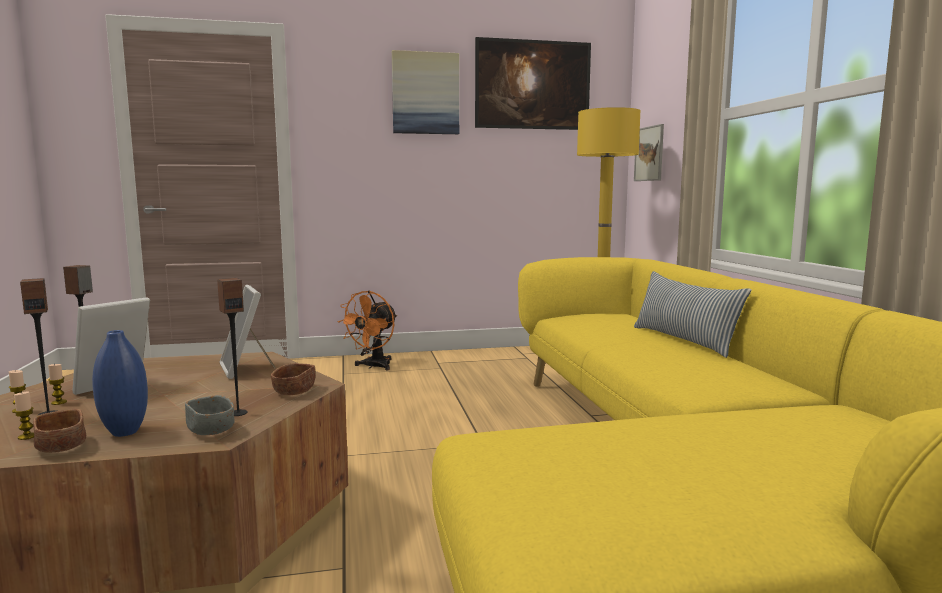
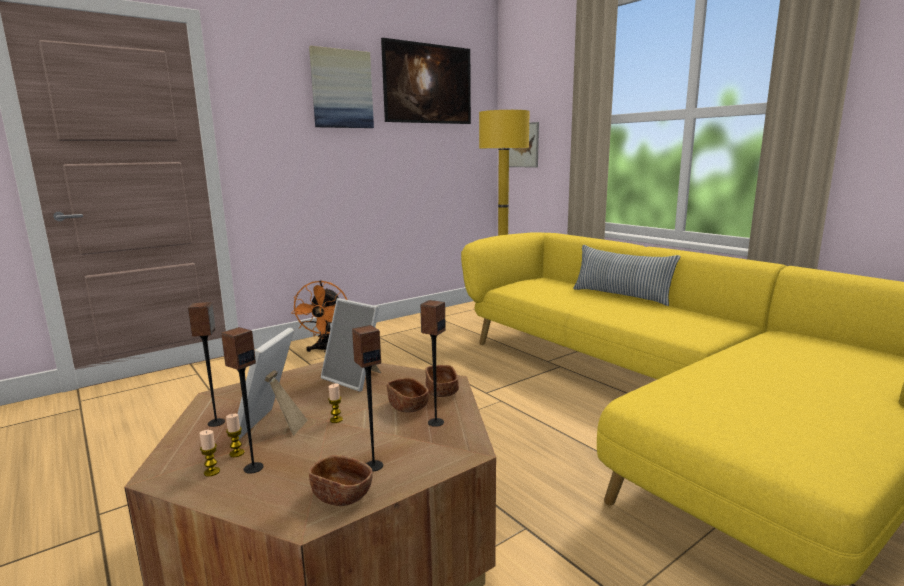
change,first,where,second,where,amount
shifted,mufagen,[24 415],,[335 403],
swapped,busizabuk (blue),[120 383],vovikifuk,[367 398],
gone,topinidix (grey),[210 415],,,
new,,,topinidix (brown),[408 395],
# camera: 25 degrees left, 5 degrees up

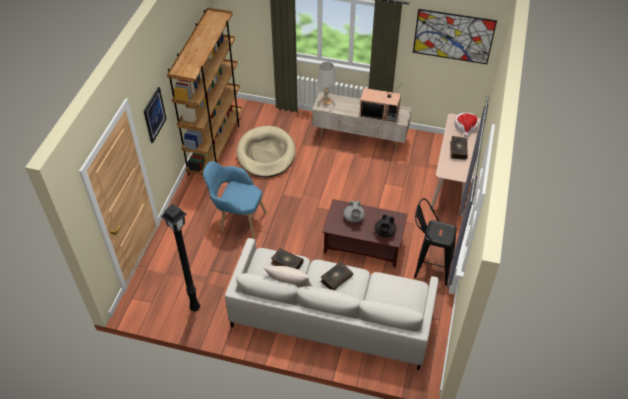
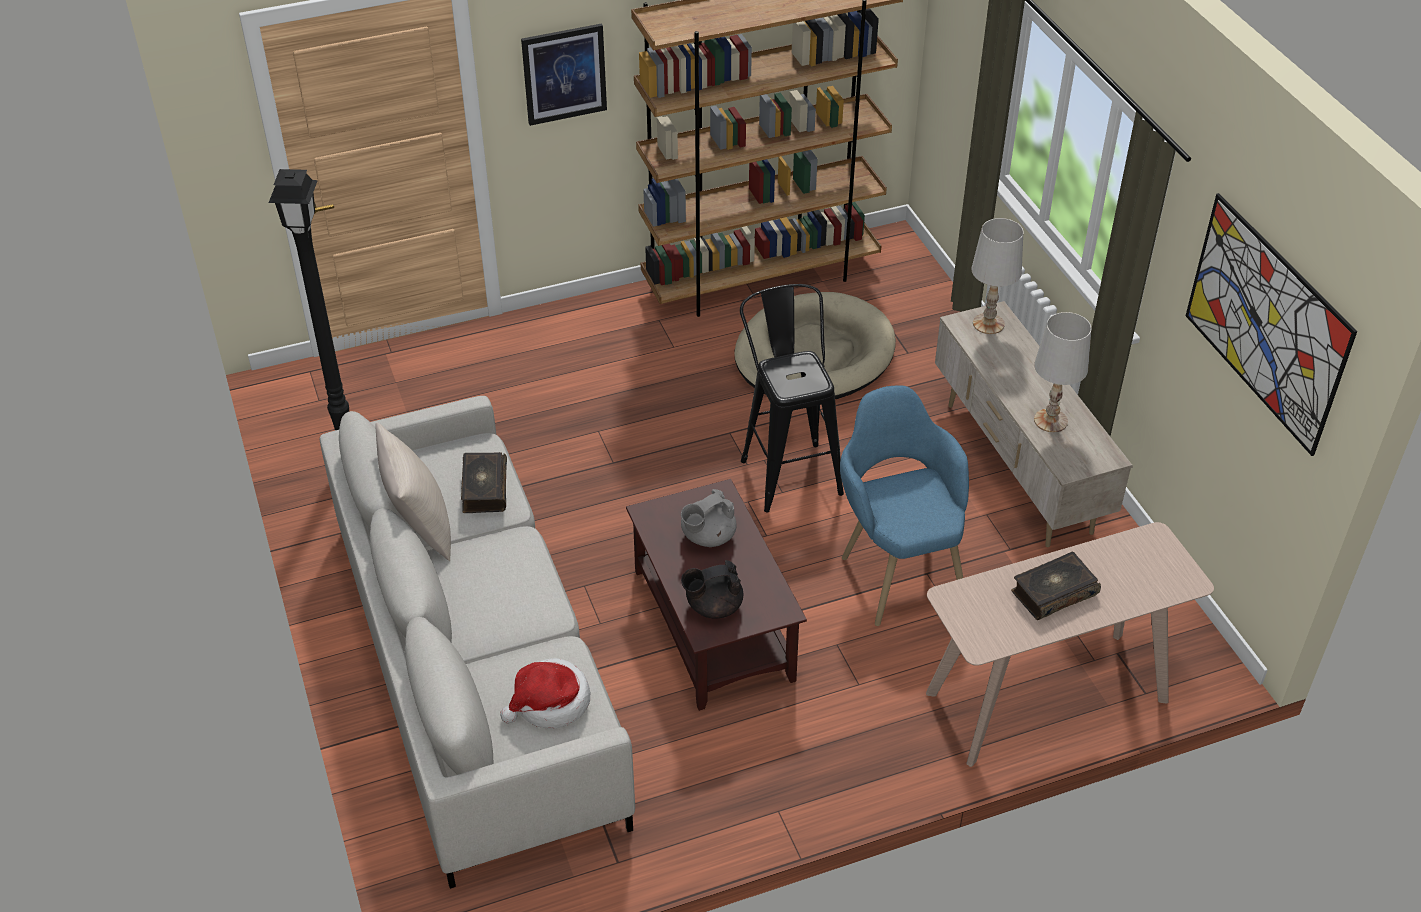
change,first,where,second,where,amount
shifted,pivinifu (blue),[235 200],,[904 506],
gone,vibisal,[337 276],,,
swapped,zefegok,[381 101],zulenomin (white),[1062 372],
shifted,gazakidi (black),[435 242],,[792 398],
shifted,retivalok,[466 125],,[545 693],
# camera: 55 degrees right, 5 degrees down

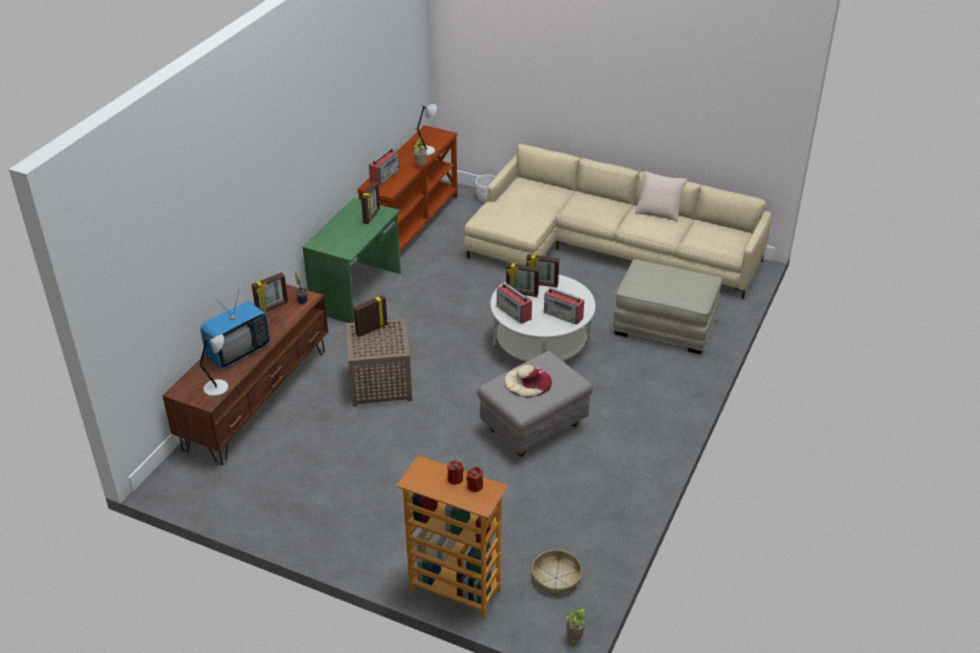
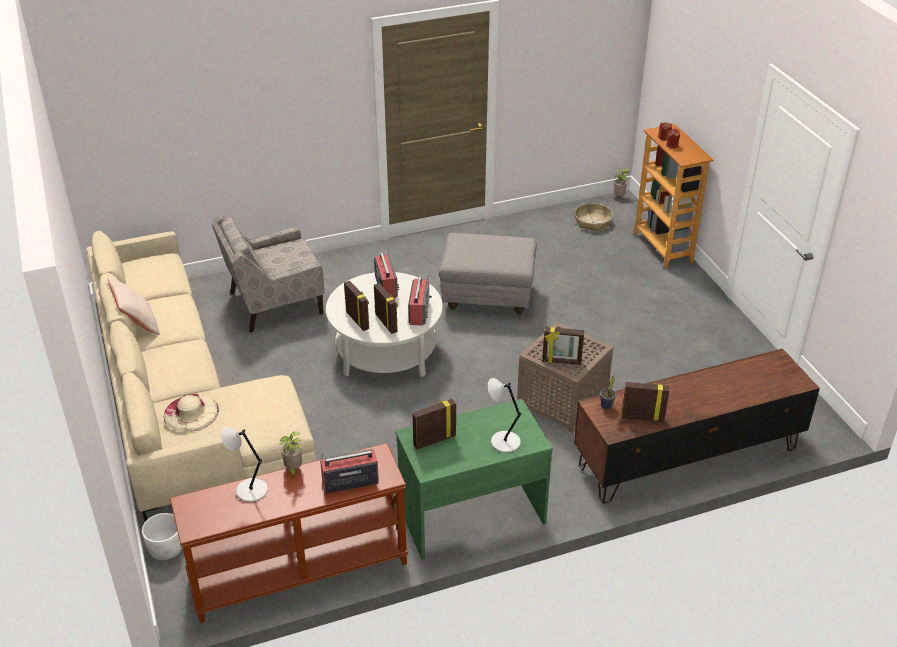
change,first,where,second,where,amount
shifted,zulenomin (grey),[213 365],,[504 415],
gone,zefegok,[235 330],,,
shifted,retivalok (beige),[528 381],,[191 413],
swapped,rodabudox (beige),[667 306],pivinifu (beige),[268 274],
# camera: 135 degrees left, 0 degrees up

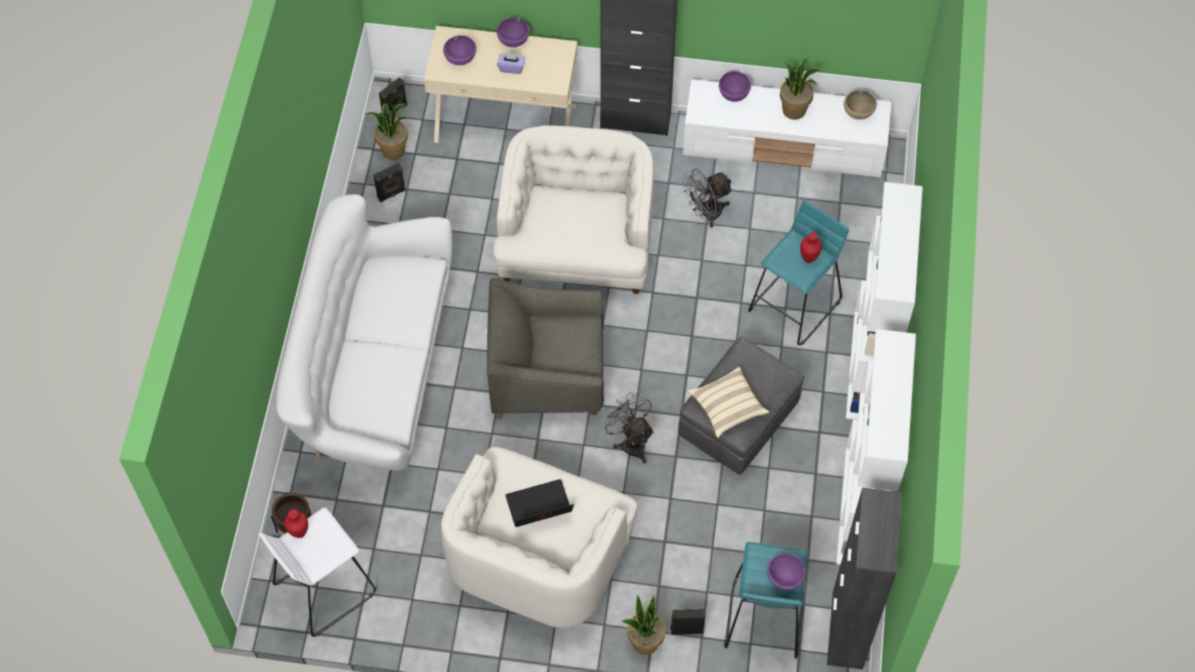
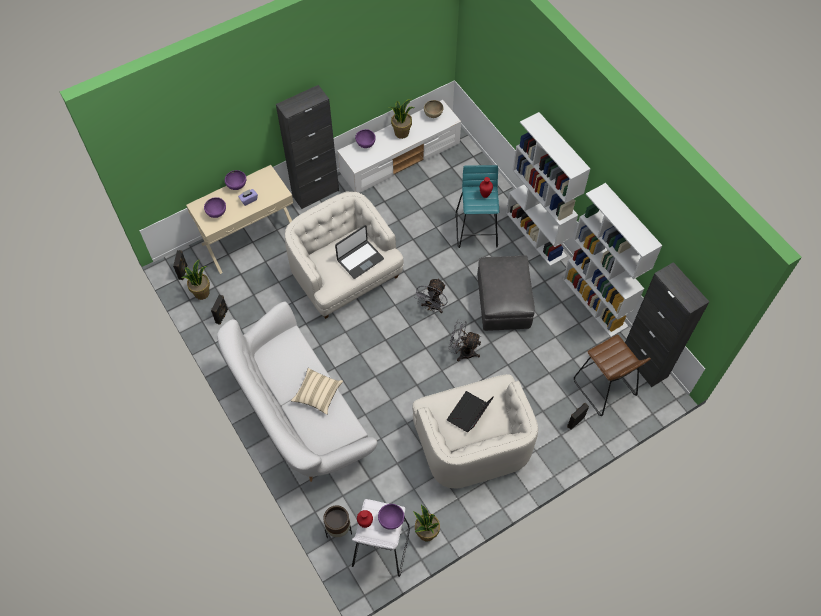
change,first,where,second,where,amount
gone,pivinifu (grey),[545 348],,,
shifted,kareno,[643 624],,[426 523],
shifted,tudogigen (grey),[707 198],,[430 295],
shifted,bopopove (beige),[728 402],,[317 391],
repainted,gazakidi (turquoise),[765 600],gazakidi (brown),[612 375],
shifted,topinidix (purple),[786 571],,[391 517],
new,,,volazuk,[359 252],
# camera: 40 degrees left, 0 degrees up

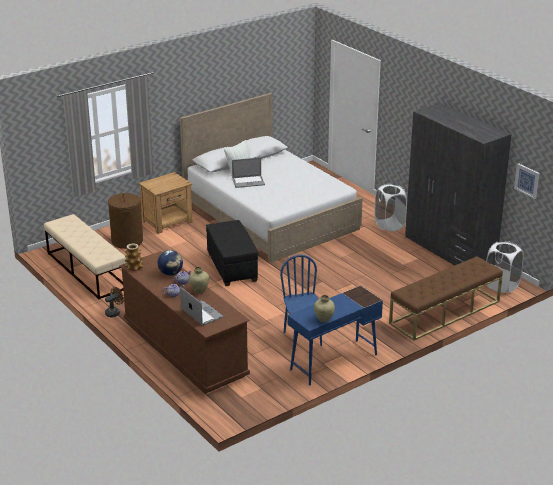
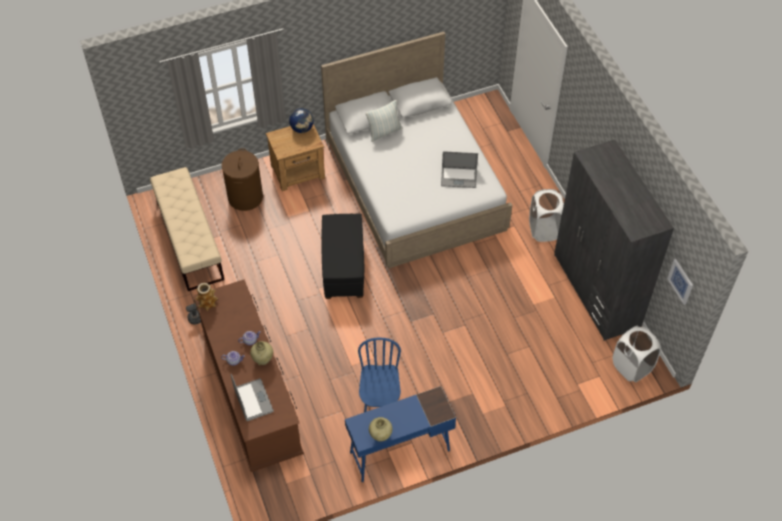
change,first,where,second,where,amount
shifted,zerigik,[170 262],,[301 121],
shifted,volazuk,[248 172],,[459 169],
gone,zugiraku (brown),[446 298],,,
# camera: 15 degrees right, 25 degrees up

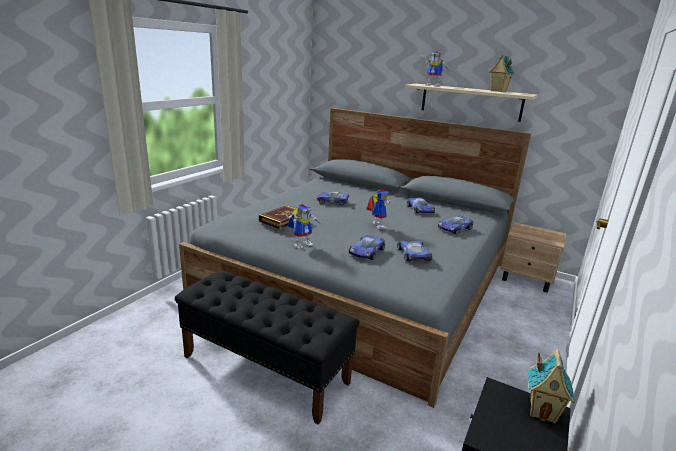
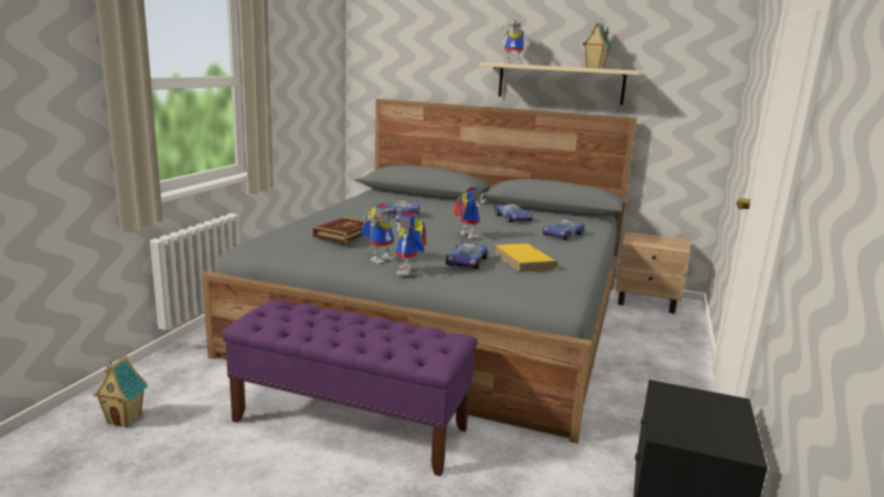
change,first,where,second,where,amount
repainted,zugiraku (black),[267 347],zugiraku (purple),[349 387],
swapped,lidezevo,[414 250],vibisal (yellow),[526 258],
shifted,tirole,[551 386],,[120 391],
new,,,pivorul,[411 244],
# camera: 10 degrees left, 5 degrees down

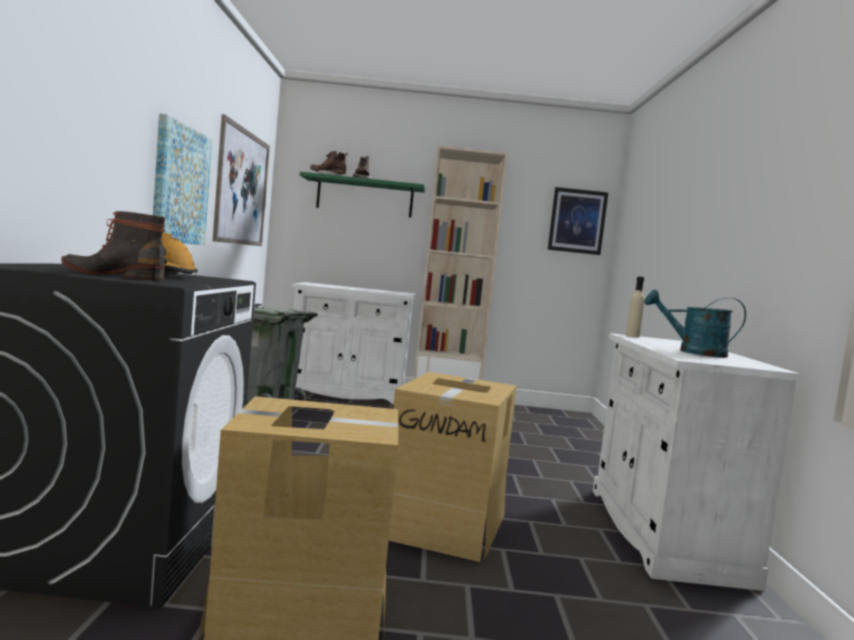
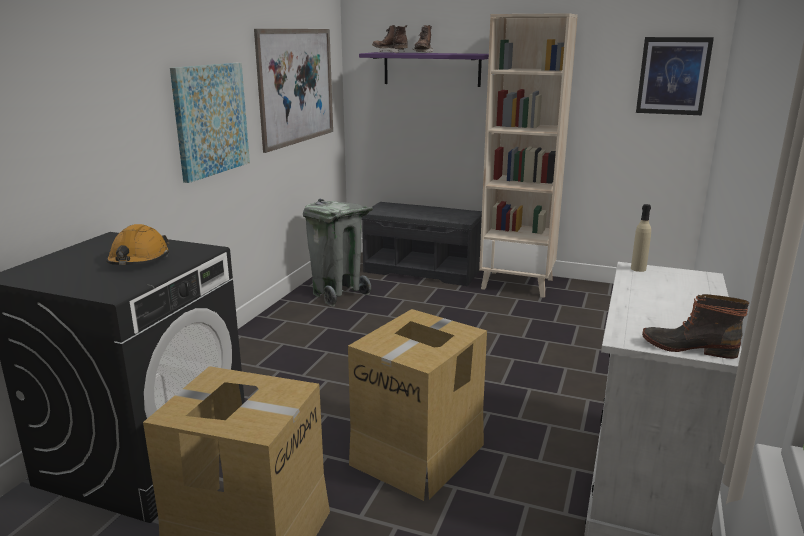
change,first,where,second,where,amount
shifted,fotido,[113 246],,[695 326],
swapped,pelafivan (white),[354 343],zugiraku (grey),[422 244],
repainted,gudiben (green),[362 195],gudiben (purple),[424 69],
gone,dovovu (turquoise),[695 323],,,
# camera: 20 degrees right, 15 degrees up

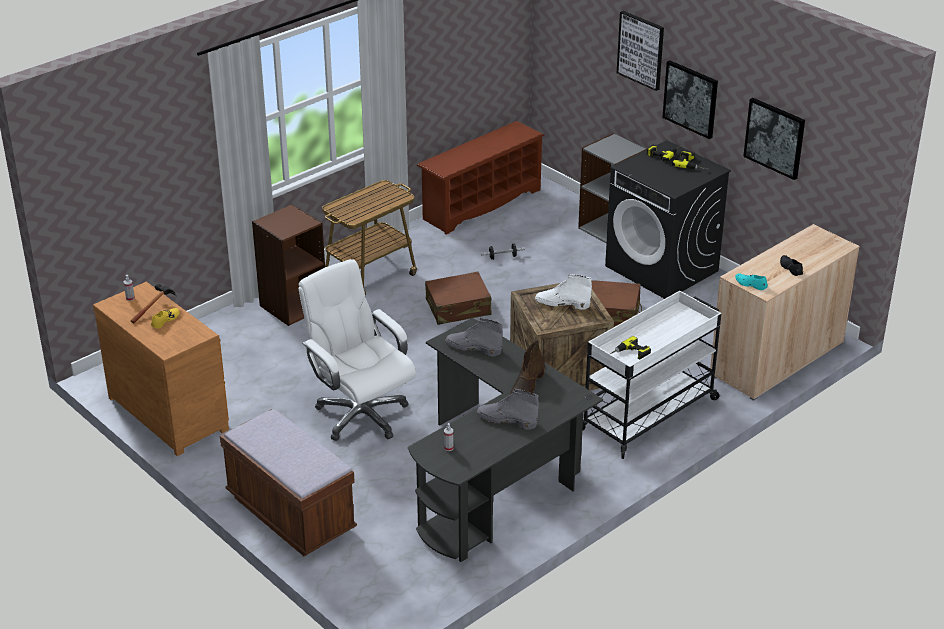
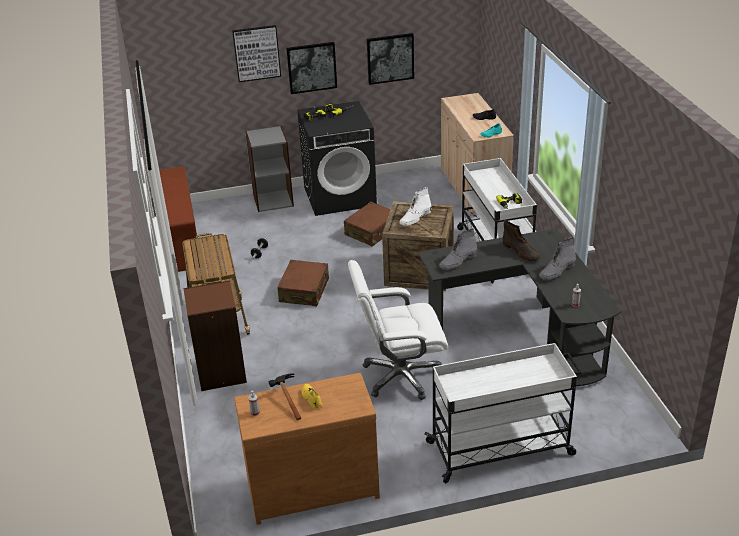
change,first,where,second,where,amount
swapped,zugiraku (brown),[288 482],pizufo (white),[503 413],
# camera: 60 degrees left, 0 degrees up

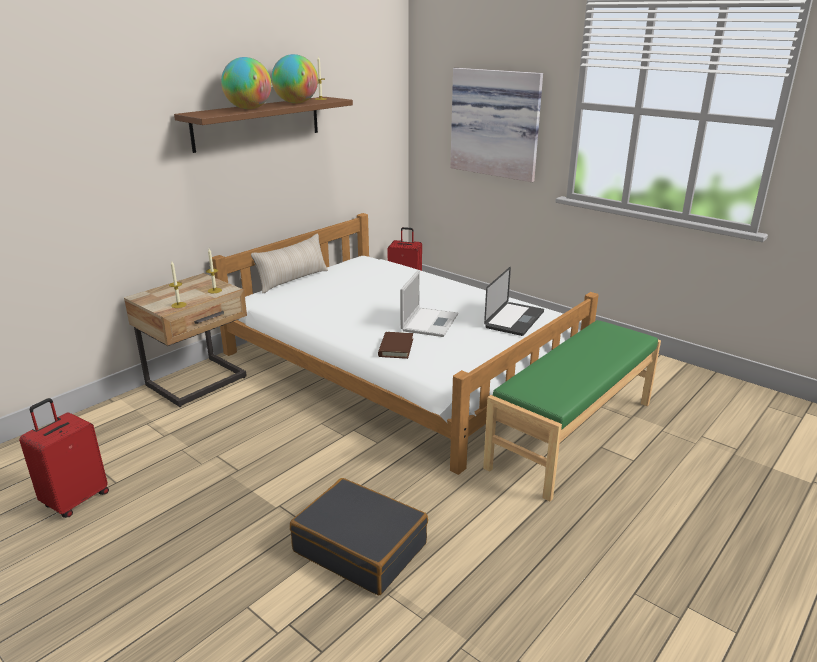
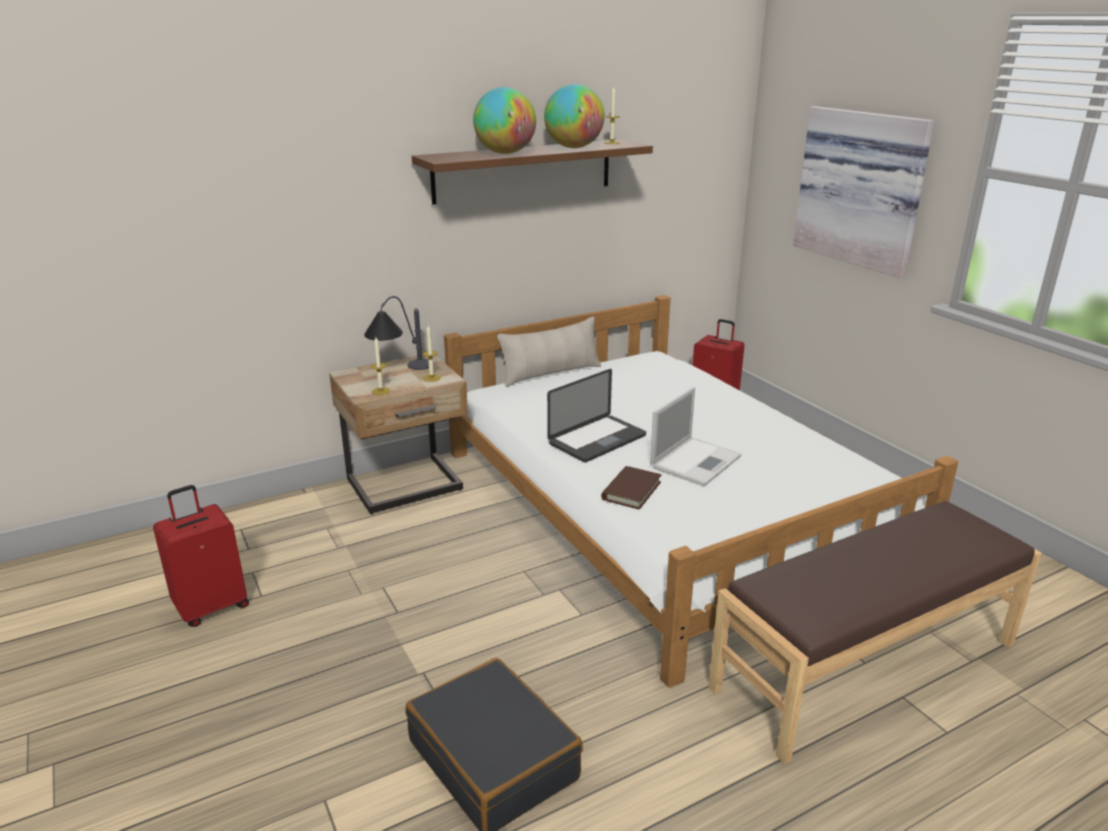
change,first,where,second,where,amount
repainted,zugiraku (green),[572 410],zugiraku (brown),[874 632],
shifted,volazuk,[514 301],,[596 415],
new,,,zulenomin,[396 333],
# camera: 20 degrees right, 0 degrees up

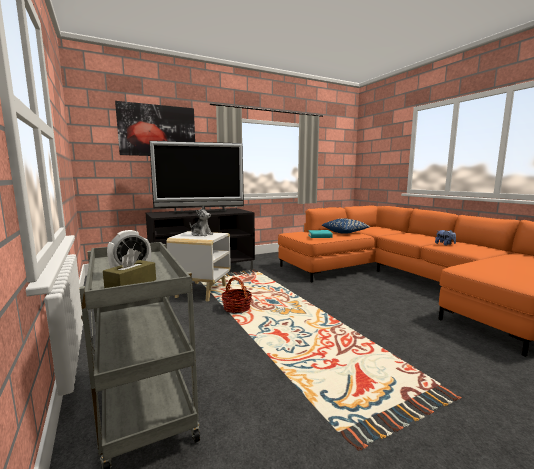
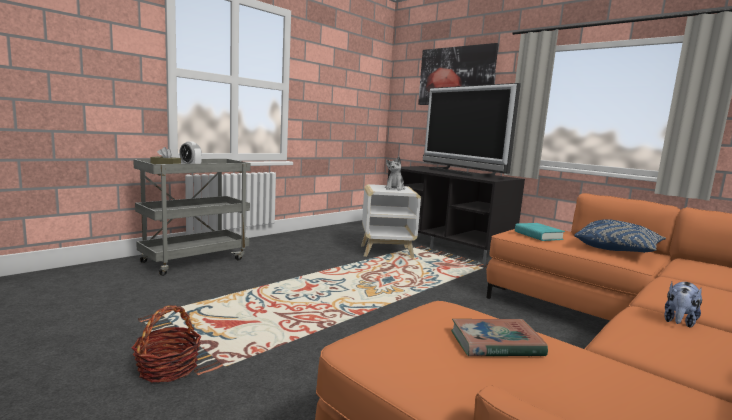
change,first,where,second,where,amount
shifted,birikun,[236 295],,[166 344],
new,,,vibisal,[499 338],
# camera: 70 degrees right, 0 degrees up

